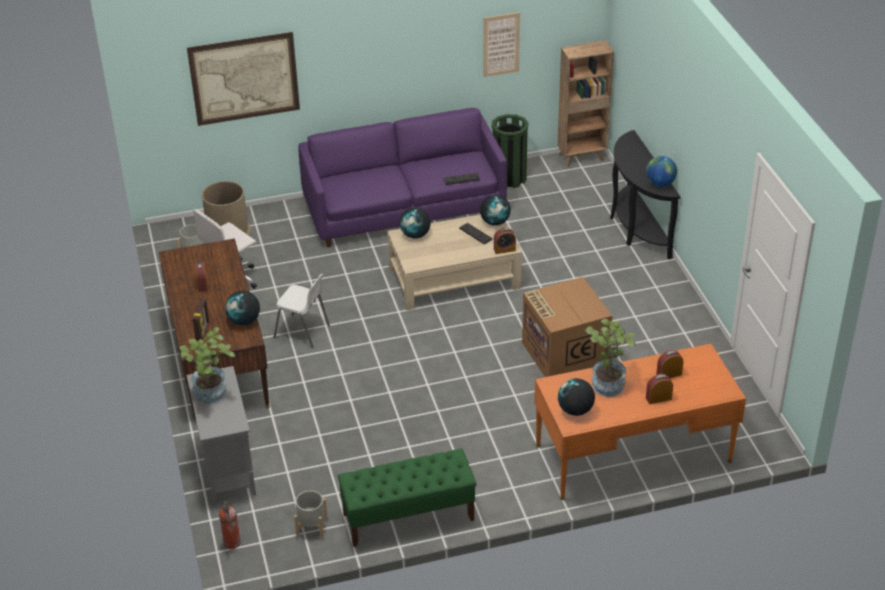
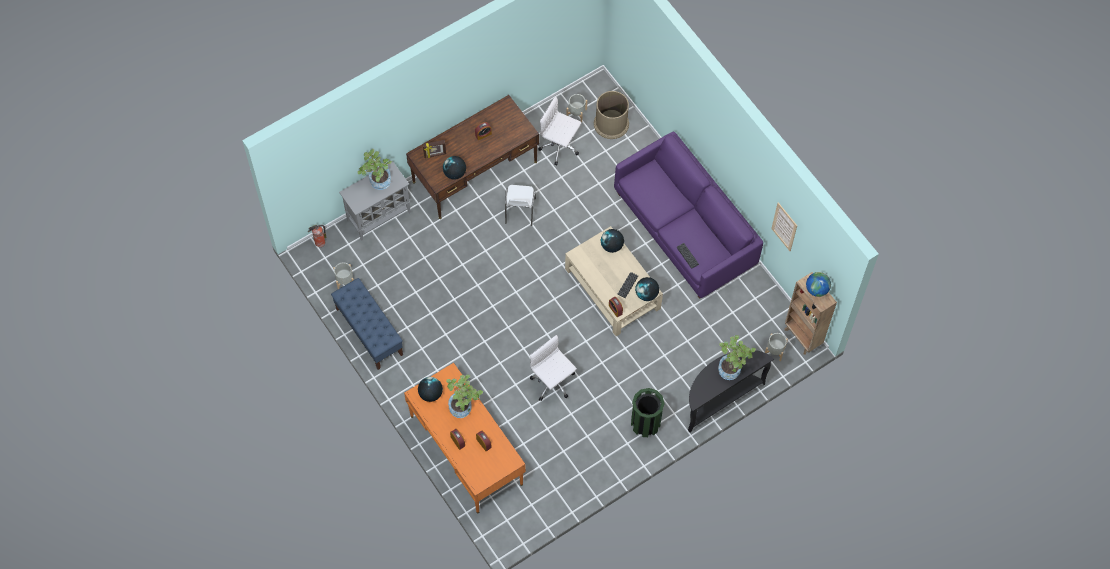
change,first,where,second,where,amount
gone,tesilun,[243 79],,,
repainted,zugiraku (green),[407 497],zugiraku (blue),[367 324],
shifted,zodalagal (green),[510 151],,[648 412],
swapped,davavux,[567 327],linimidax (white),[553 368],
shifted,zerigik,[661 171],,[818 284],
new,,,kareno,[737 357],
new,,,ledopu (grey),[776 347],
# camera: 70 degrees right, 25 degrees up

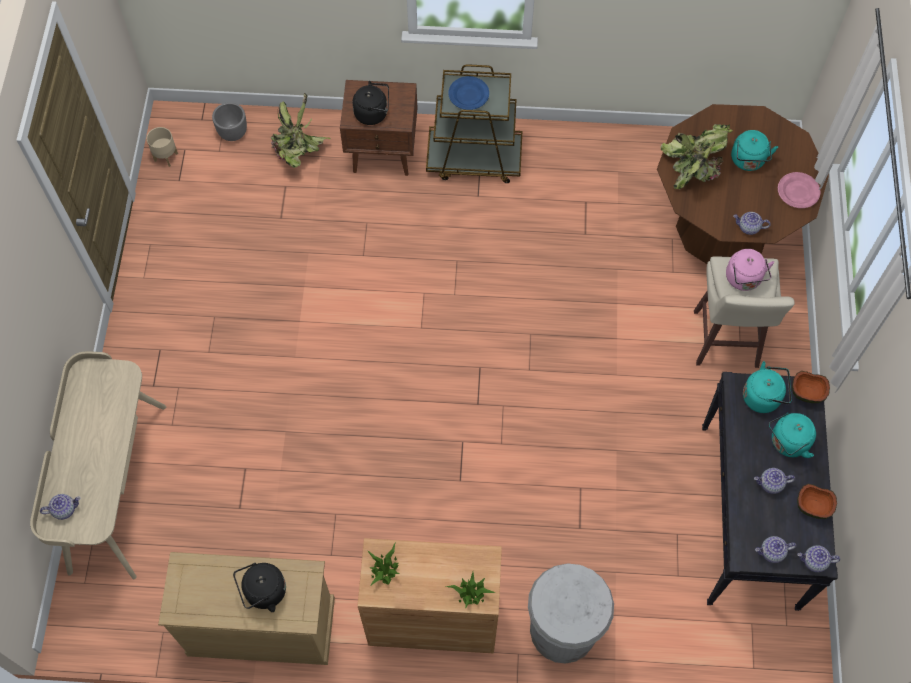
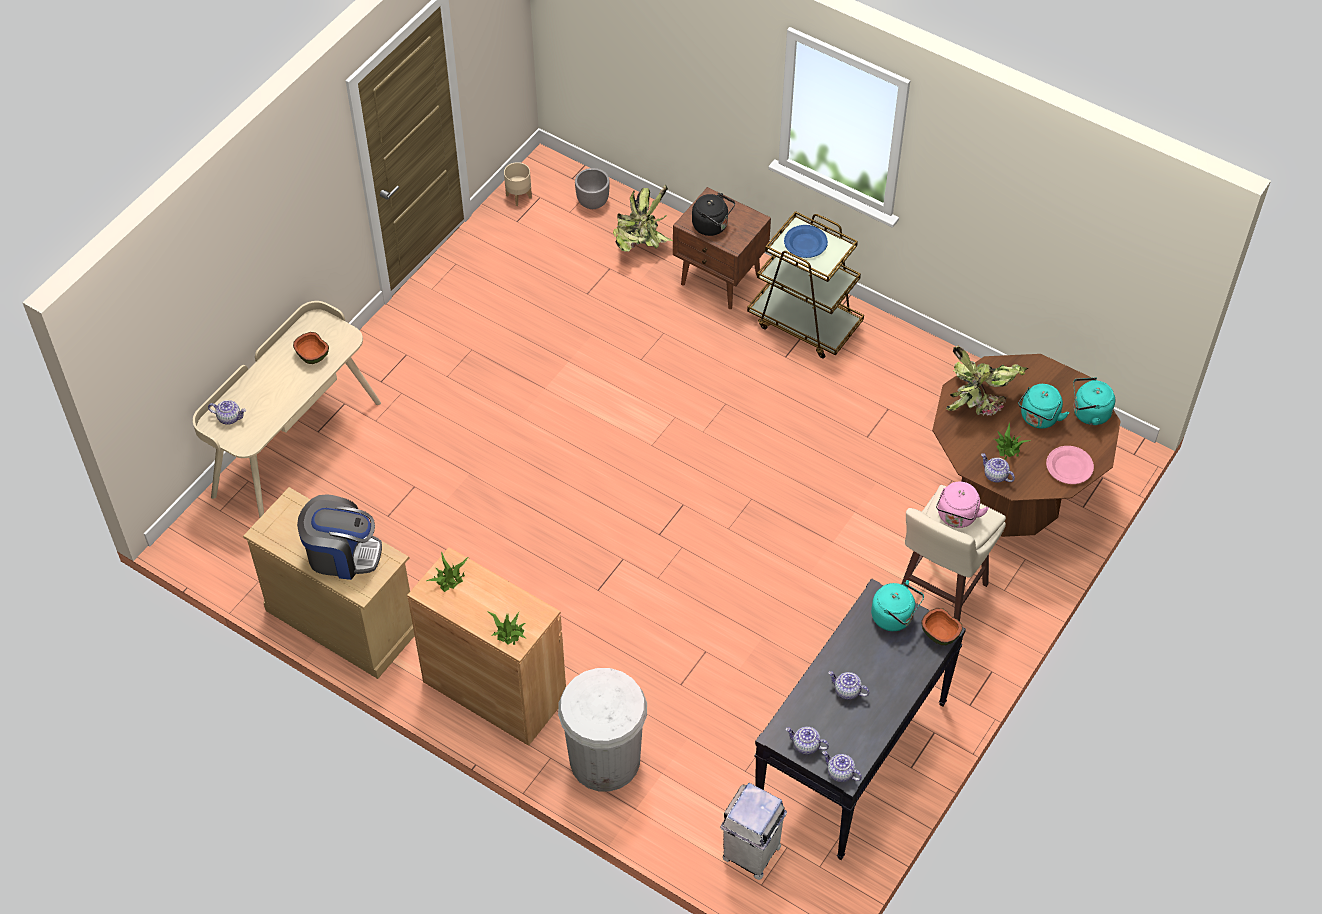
change,first,where,second,where,amount
swapped,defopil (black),[259 587],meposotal,[339 537],
shifted,defopil (turquoise),[792 435],,[1094 401],
shifted,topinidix,[817 501],,[311 348],
new,,,zodalagal (white),[753 831],
new,,,kareno,[1012 441],
# camera: 30 degrees right, 10 degrees down

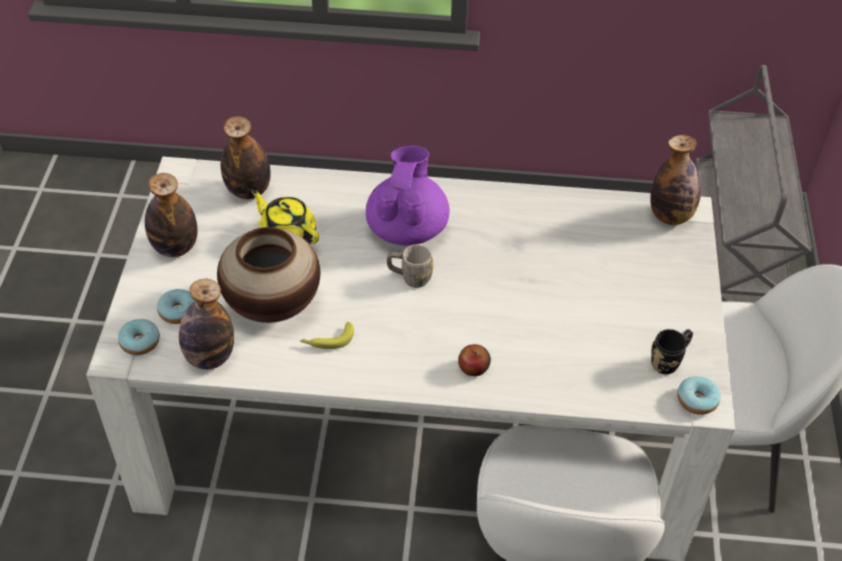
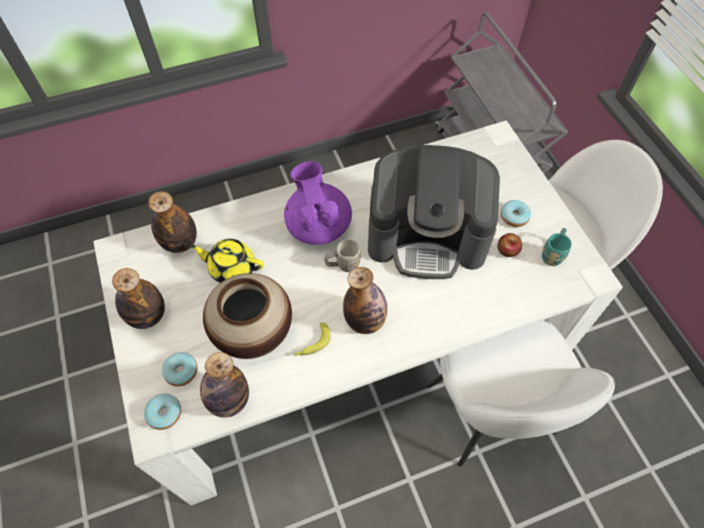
change,first,where,second,where,amount
shifted,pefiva,[474 360],,[509 245],
shifted,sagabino,[675 180],,[365 300],
repainted,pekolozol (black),[672 351],pekolozol (turquoise),[557 247],
shifted,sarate,[699 395],,[516 213],
new,,,meposotal,[434 212],
# camera: 25 degrees left, 10 degrees up

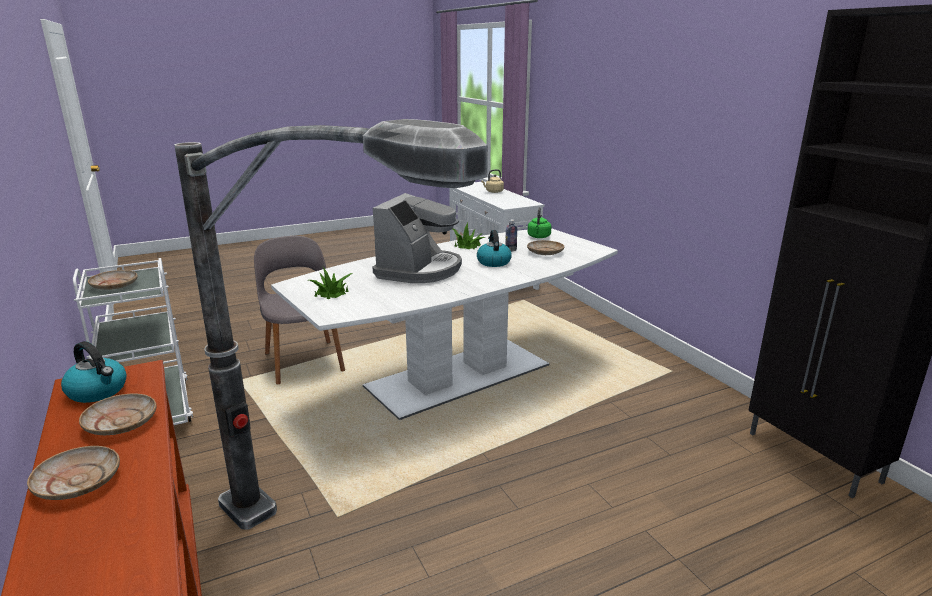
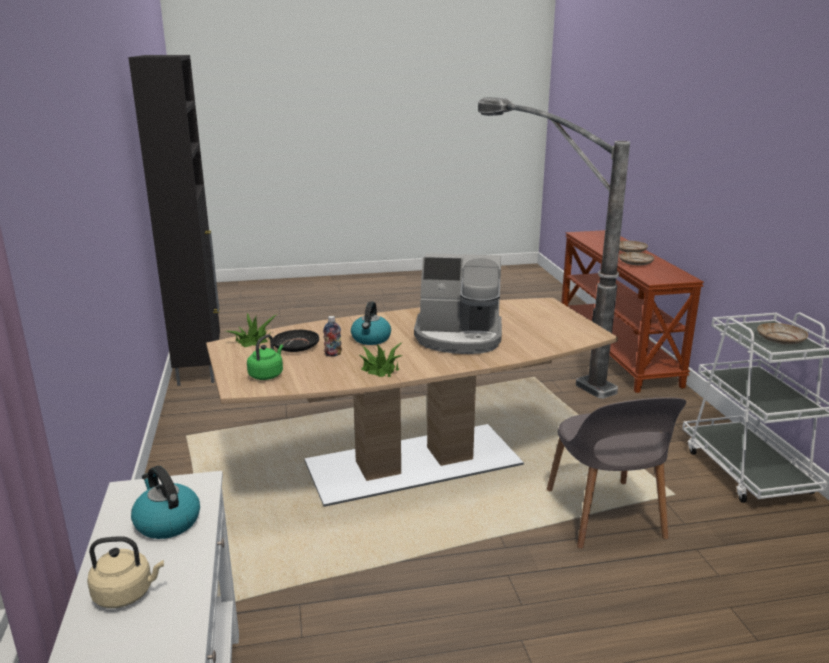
change,first,where,second,where,amount
shifted,defopil,[94 372],,[165 502],
repainted,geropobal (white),[444 324],geropobal (brown),[412 402],
shifted,kareno,[331 282],,[251 330],
rotated,meposotal,[417 238],,[458 303],120 degrees counterclockwise
repainted,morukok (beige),[545 247],morukok (black),[296 341],
# camera: 165 degrees left, 0 degrees up

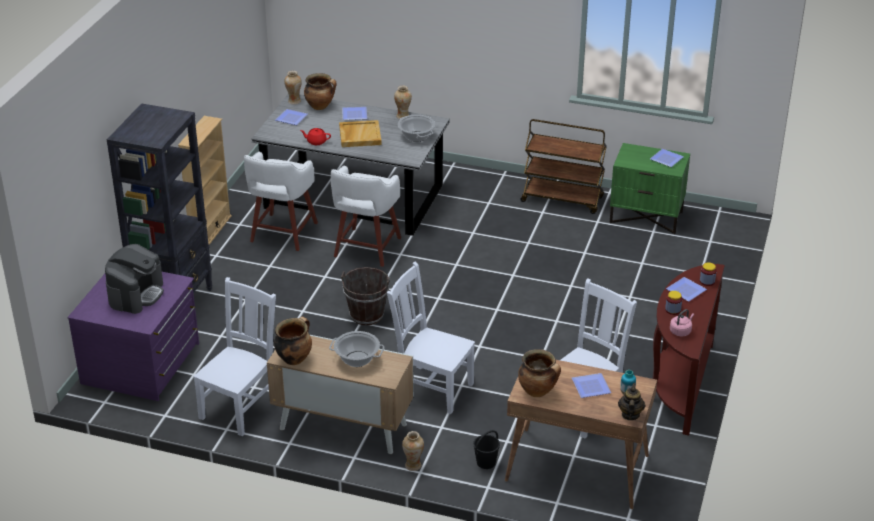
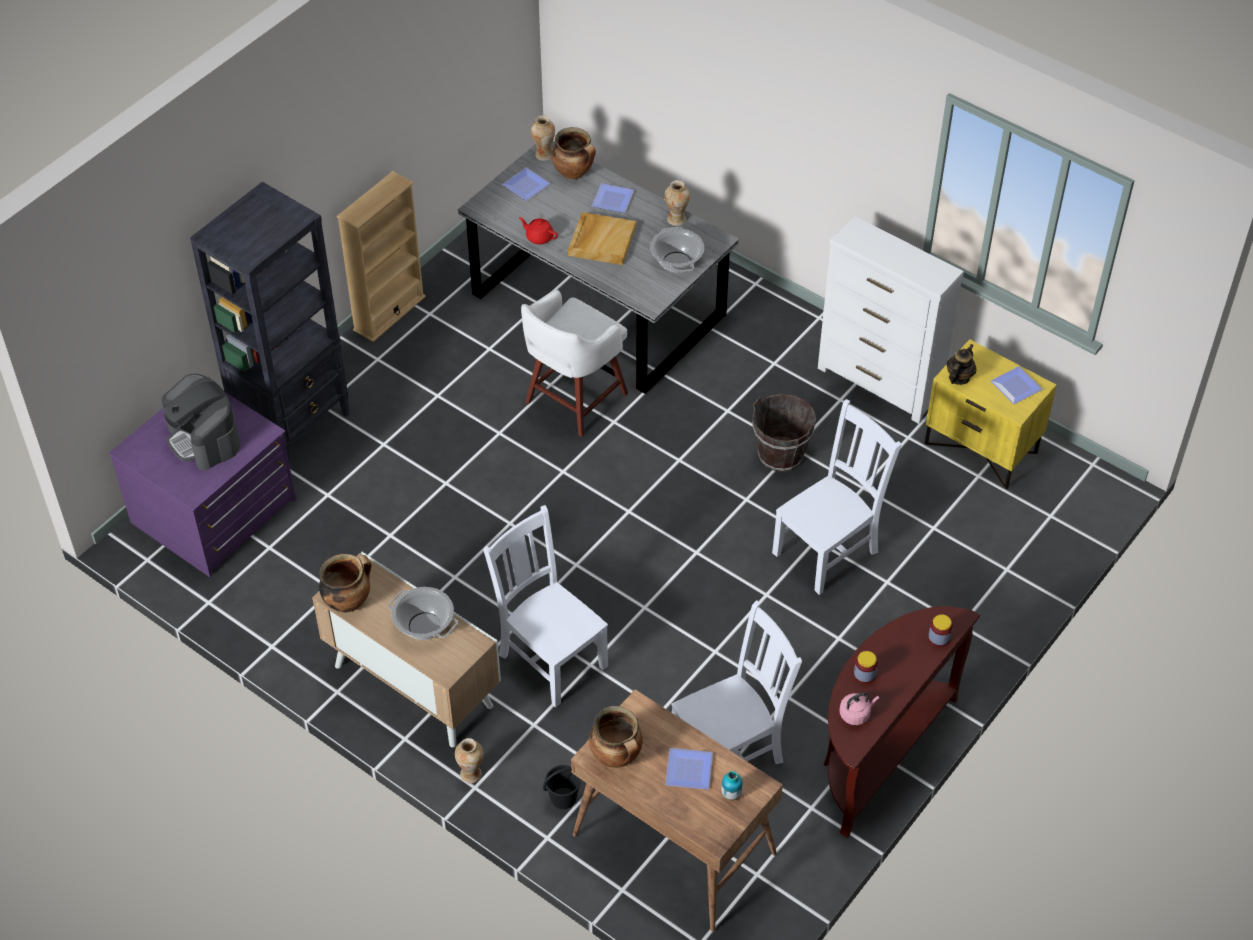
change,first,where,second,where,amount
rotated,meposotal,[134 279],,[201 422],105 degrees clockwise
shifted,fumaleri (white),[234 356],,[837 497],
gone,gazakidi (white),[281 201],,,
shifted,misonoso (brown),[365 296],,[784 433],
swapped,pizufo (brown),[563 166],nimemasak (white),[891 320],
repainted,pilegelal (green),[650 188],pilegelal (yellow),[991 414],
shifted,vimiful,[631 401],,[961 364],
gone,morukok,[686 289],,,
# camera: 20 degrees right, 15 degrees up

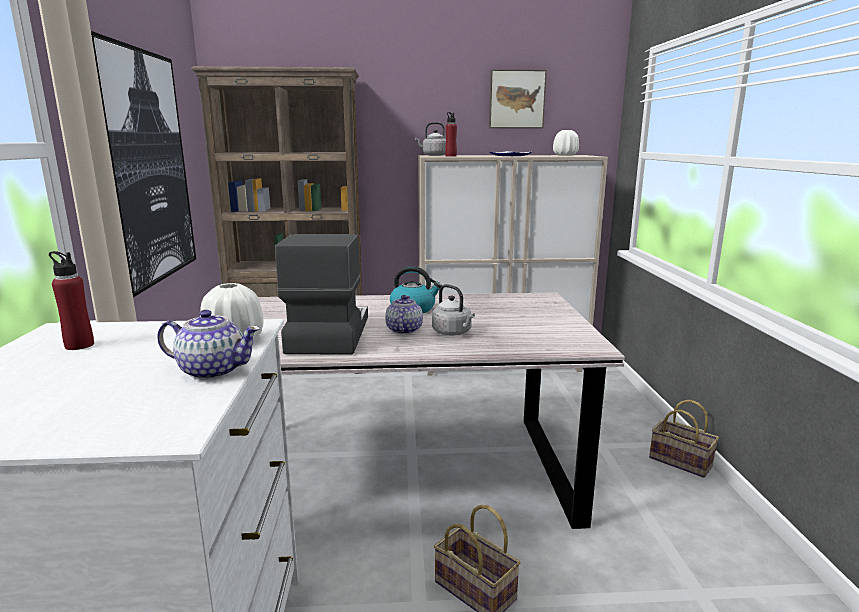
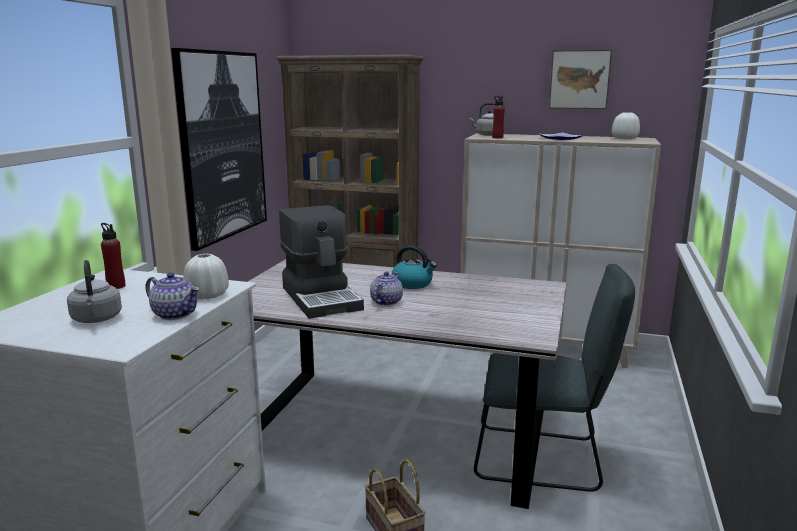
change,first,where,second,where,amount
rotated,meposotal,[321 294],,[321 262],135 degrees clockwise
shifted,defopil (grey),[453 309],,[94 291],
gone,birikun,[684 439],,,
new,,,fumaleri (grey),[554 378],
# camera: 20 degrees right, 0 degrees up

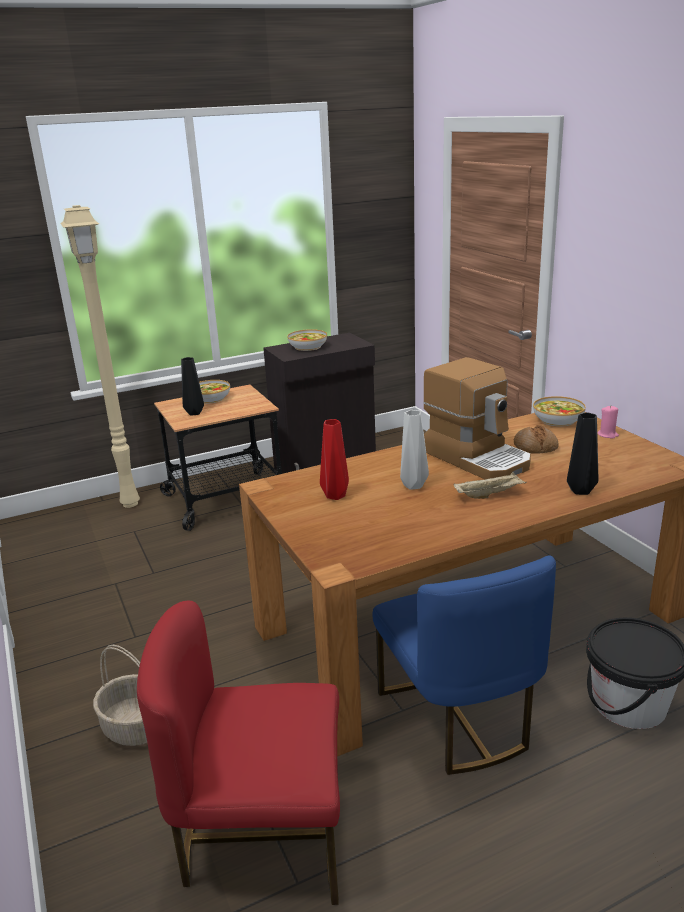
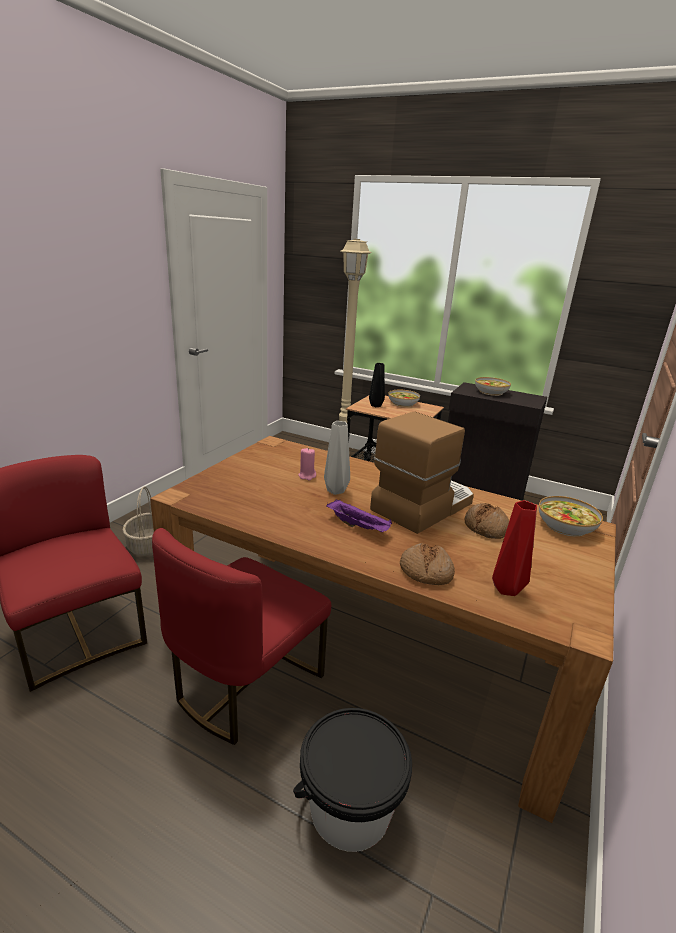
change,first,where,second,where,amount
shifted,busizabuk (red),[334 459],,[514 548],
repainted,fumaleri (blue),[464 665],fumaleri (red),[241 636],
rotated,meposotal,[477 418],,[422 473],150 degrees counterclockwise
repainted,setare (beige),[490 485],setare (purple),[359 516],
swapped,busizabuk (black),[582 453],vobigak,[427 564],
shifted,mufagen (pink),[608 421],,[307 464],
# camera: 50 degrees right, 0 degrees up

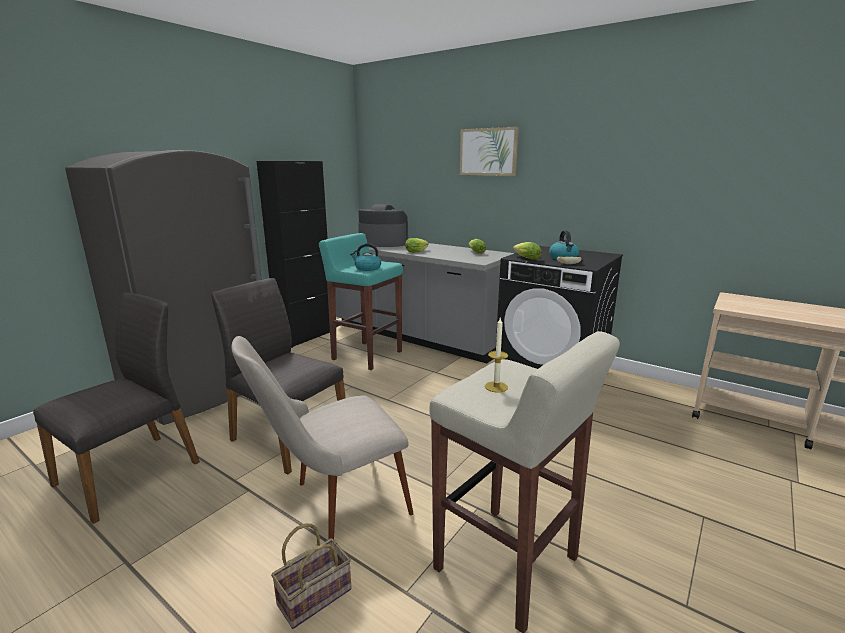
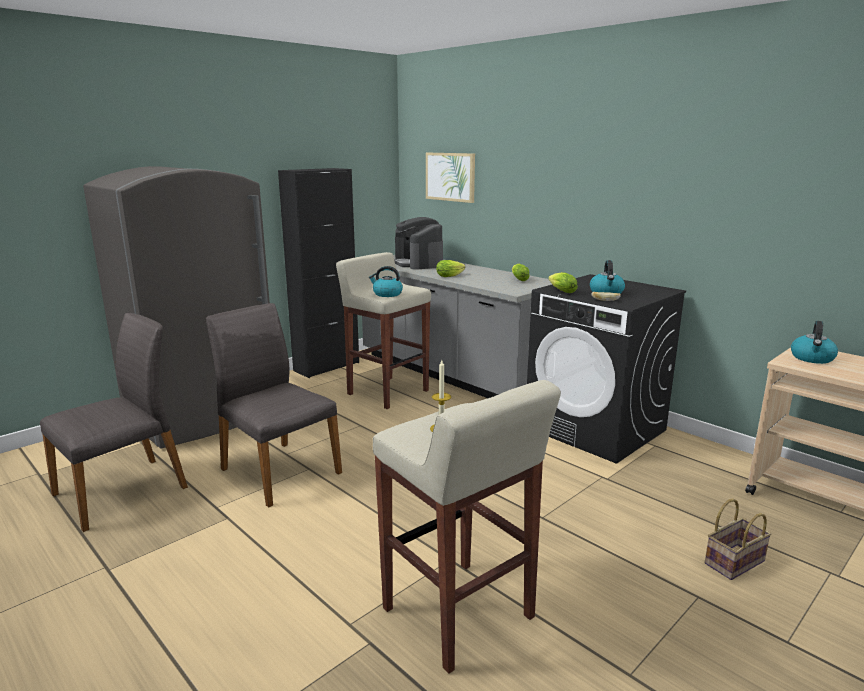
change,first,where,second,where,amount
gone,fumaleri (beige),[323 438],,,
shifted,birikun,[311 576],,[737 539],
repainted,gazakidi (turquoise),[361 301],gazakidi (beige),[383 330],
rotated,meposotal,[383 225],,[418 243],135 degrees counterclockwise
shifted,tesilun,[489 151],,[450 178],
new,,,defopil,[814 342],
# camera: 10 degrees right, 0 degrees up

